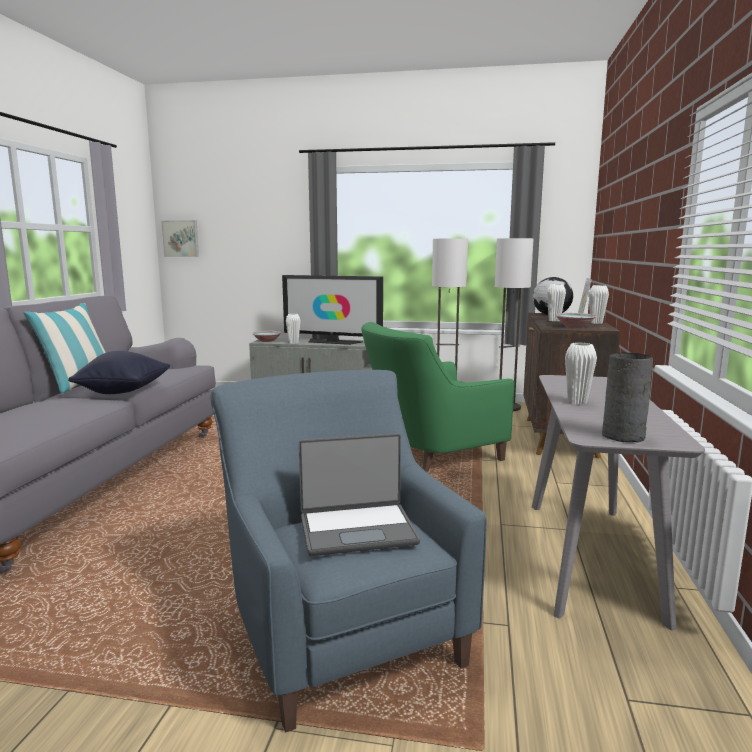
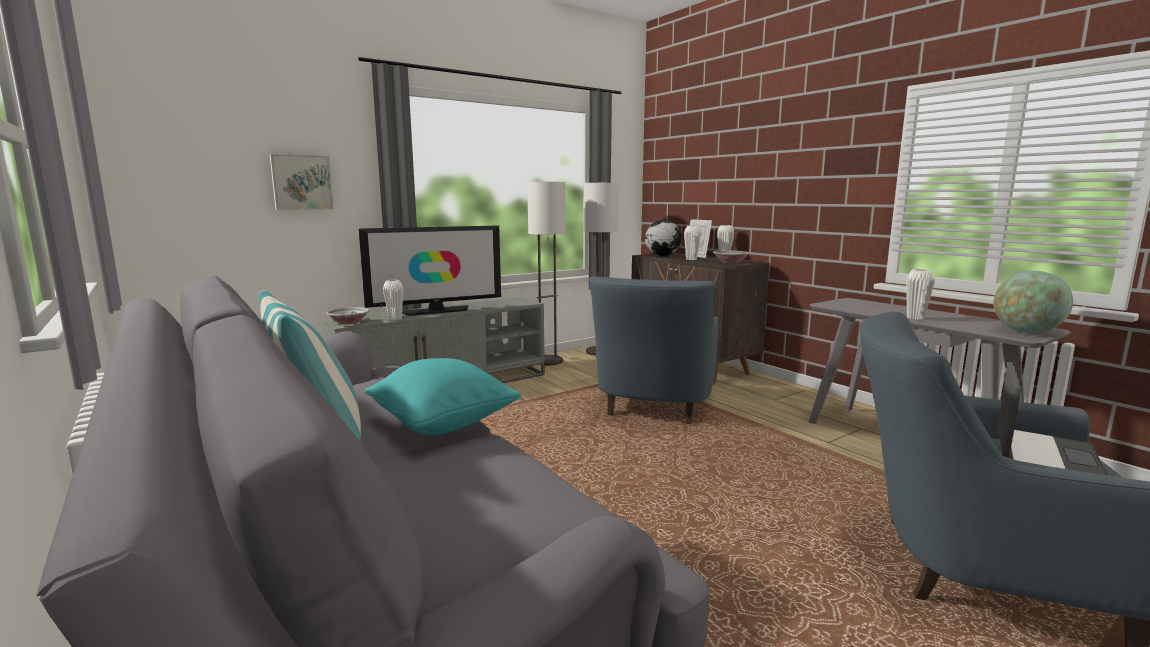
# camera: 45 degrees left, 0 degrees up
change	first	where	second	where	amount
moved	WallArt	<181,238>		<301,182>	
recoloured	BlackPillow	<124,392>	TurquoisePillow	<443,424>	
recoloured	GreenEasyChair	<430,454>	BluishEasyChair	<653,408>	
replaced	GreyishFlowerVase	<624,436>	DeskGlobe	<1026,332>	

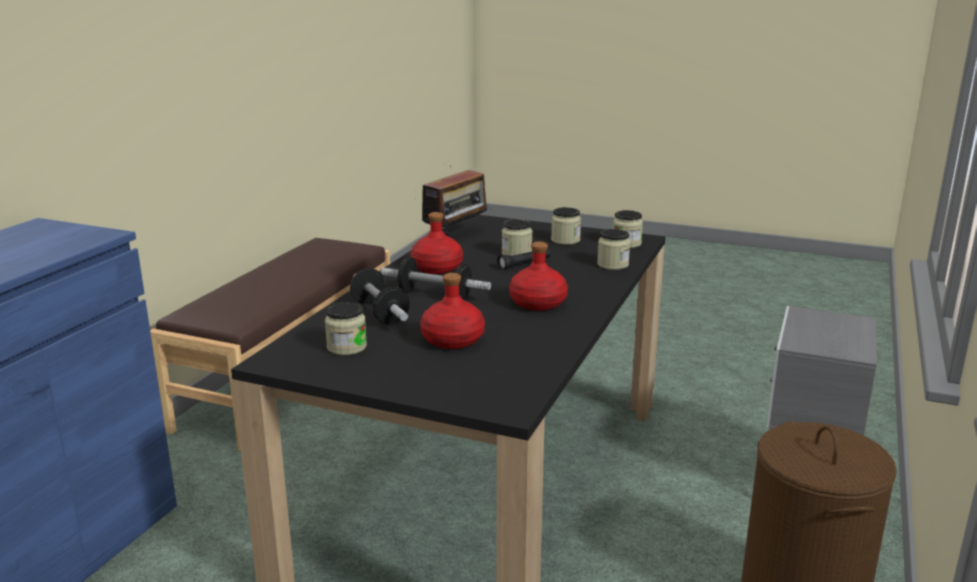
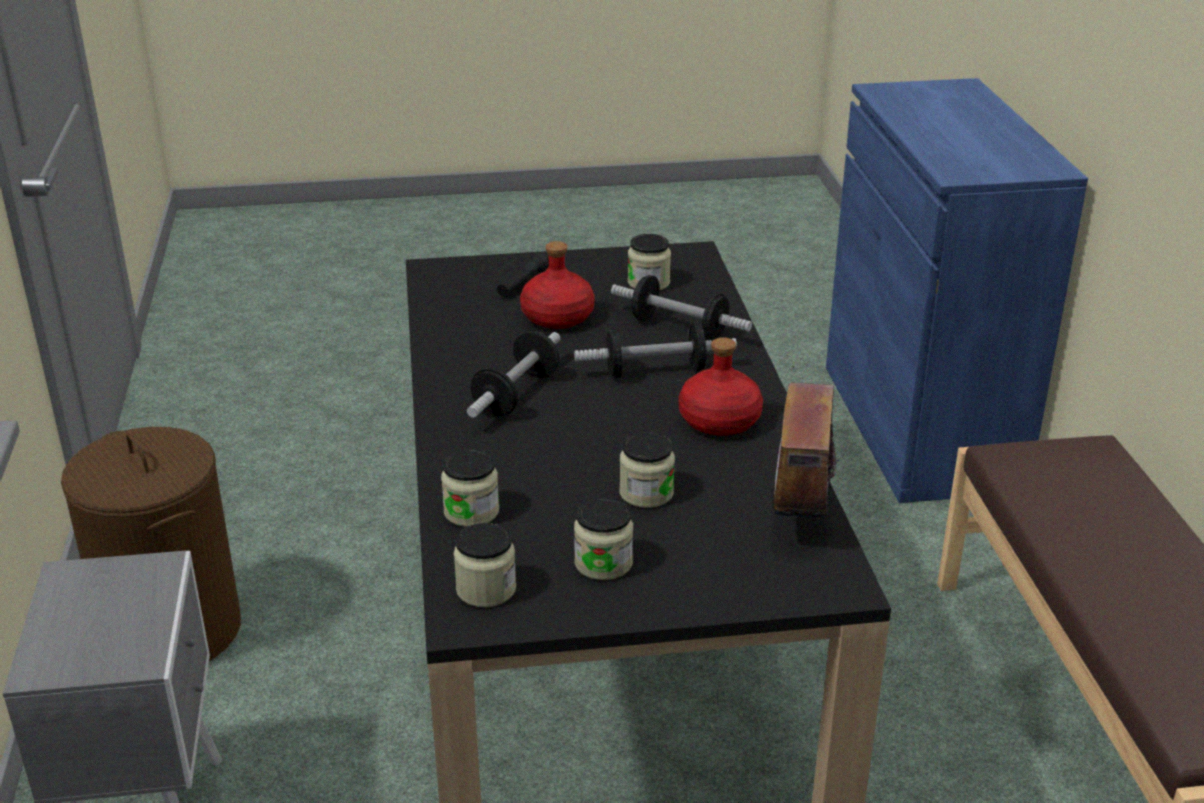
# camera: 150 degrees right, 10 degrees up
change	first	where	second	where	amount
replaced	RedColouredBeverageBottle	<538,303>	HandWeight	<516,395>	
moved	BlackHandTorch	<524,264>		<522,283>	

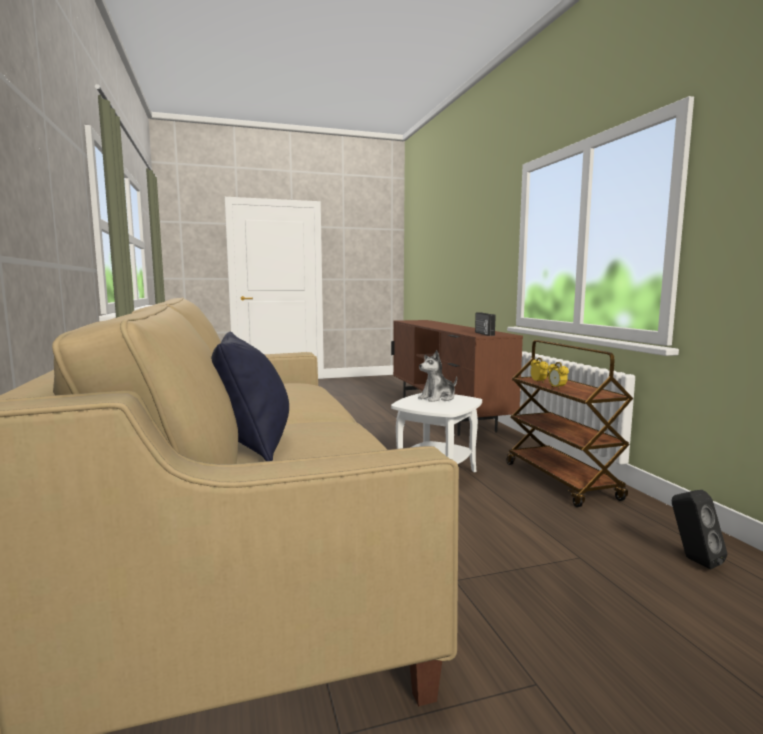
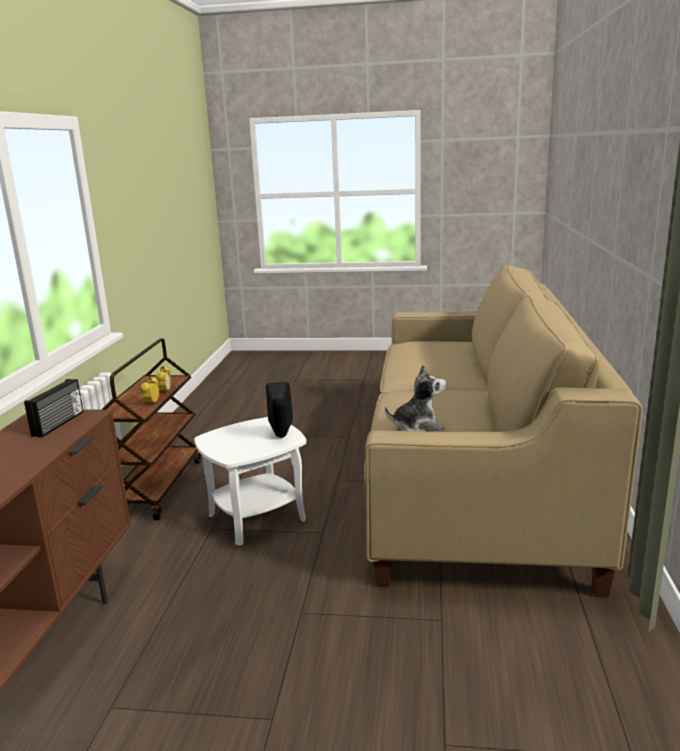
# camera: 155 degrees left, 10 degrees up
change	first	where	second	where	amount
moved	BlackLoudspeaker	<693,560>		<281,437>	
moved	CuddlyToy	<438,398>		<417,427>	
removed	BlackPillow	<252,445>			

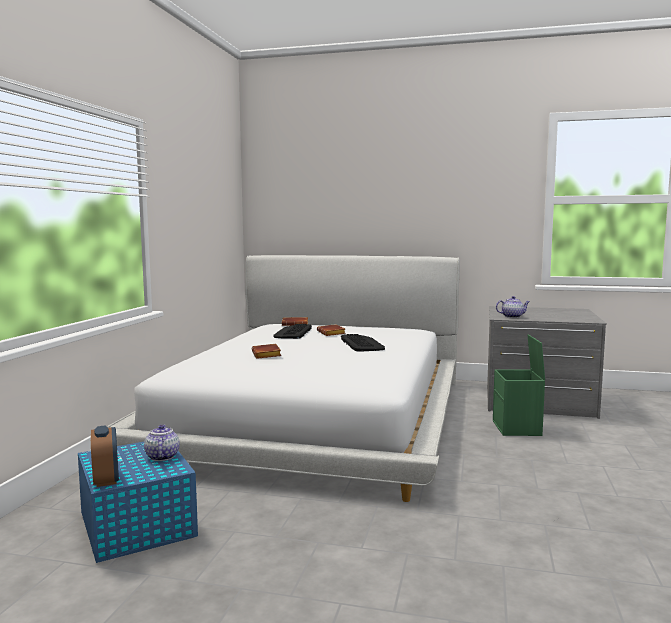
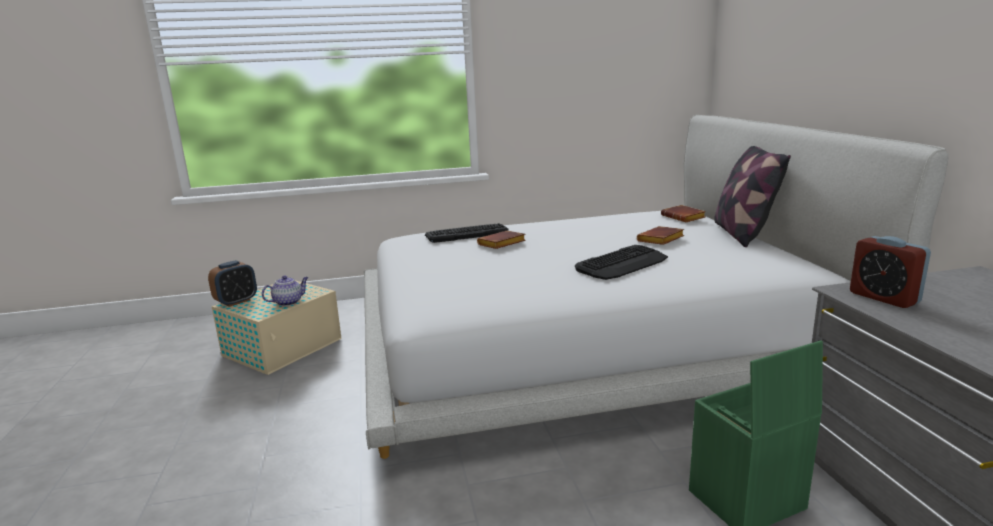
# camera: 65 degrees right, 10 degrees up
change	first	where	second	where	amount
recoloured	BluishStorageBox	<137,523>	BeigeStorageBox	<284,347>	
moved	ComputerKeyboard	<293,332>		<466,233>	
added			Pillow	<741,234>	
replaced	Teapot	<512,316>	BedsideClock	<884,298>	

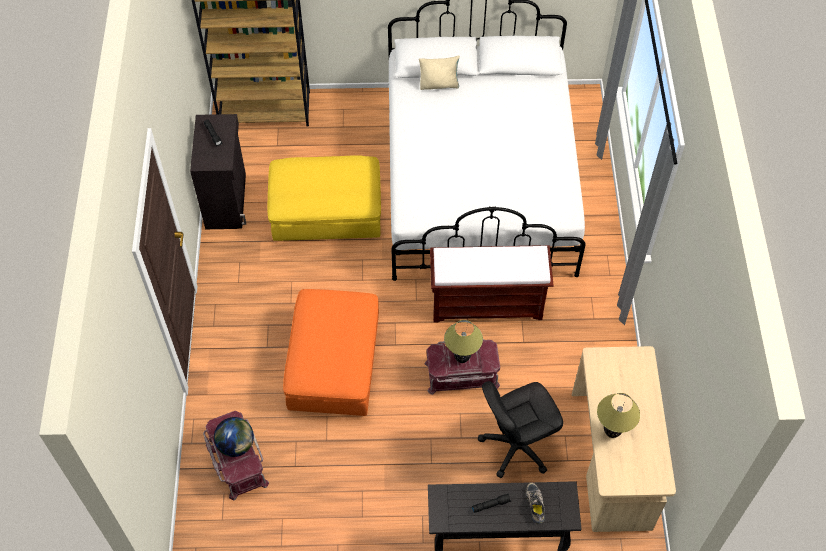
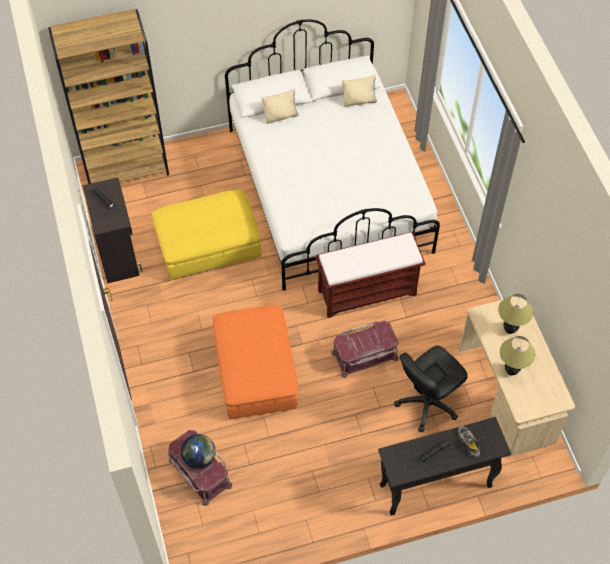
# camera: 15 degrees left, 0 degrees up
change	first	where	second	where	amount
added			BeigePillow	<359,101>	
moved	TabletopLamp	<462,359>		<510,330>	

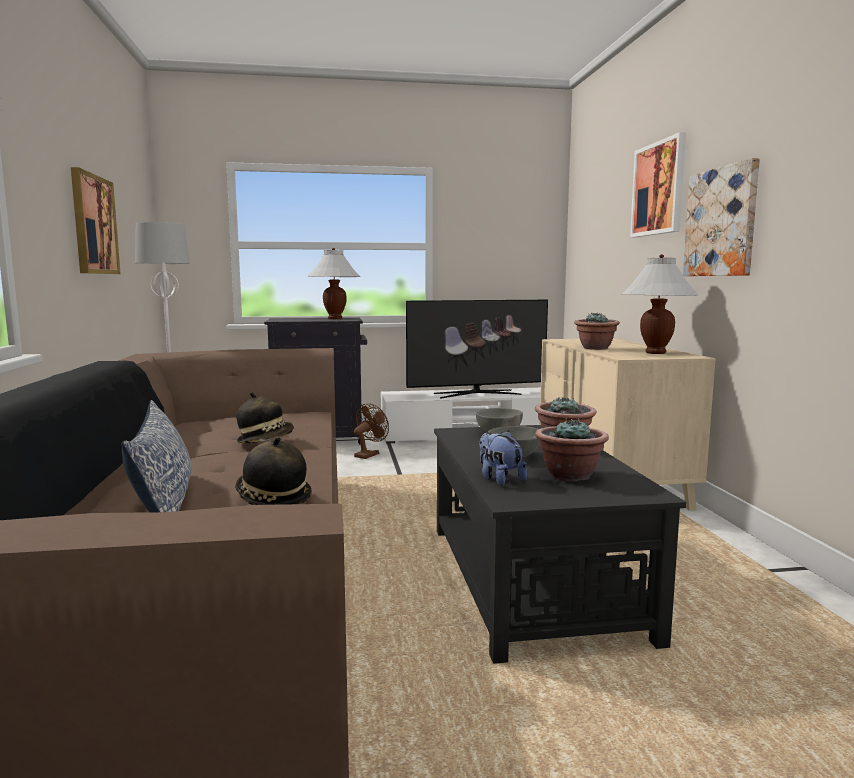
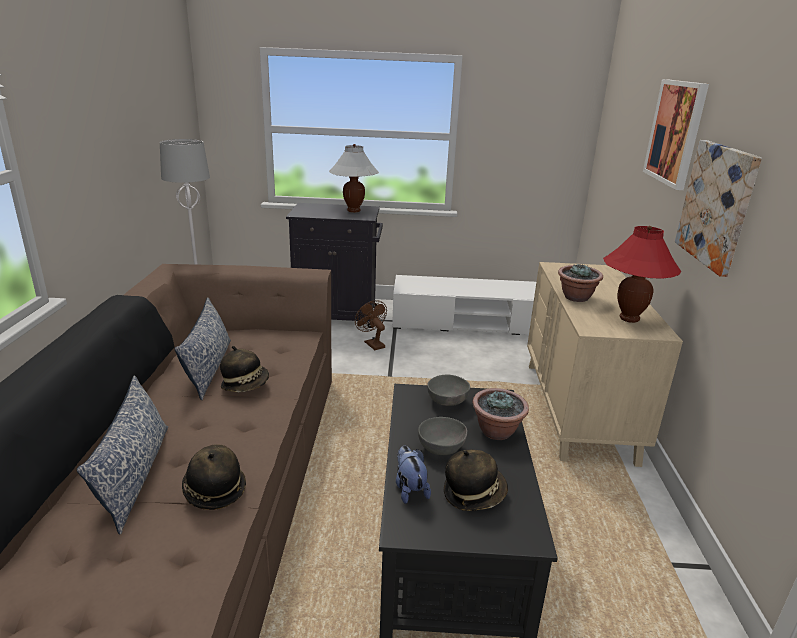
# camera: 10 degrees right, 15 degrees up
change	first	where	second	where	amount
added			Pillow	<208,368>	
turned	BrownFan	<369,454>		<372,343>	75 degrees counterclockwise
replaced	PottedPlant	<569,476>	ClothingHat	<473,493>	
recoloured	WhiteColouredTabletopLamp	<655,353>	RedColouredTabletopLamp	<629,318>	
removed	WallArt	<93,225>			
removed	Tv	<476,394>			

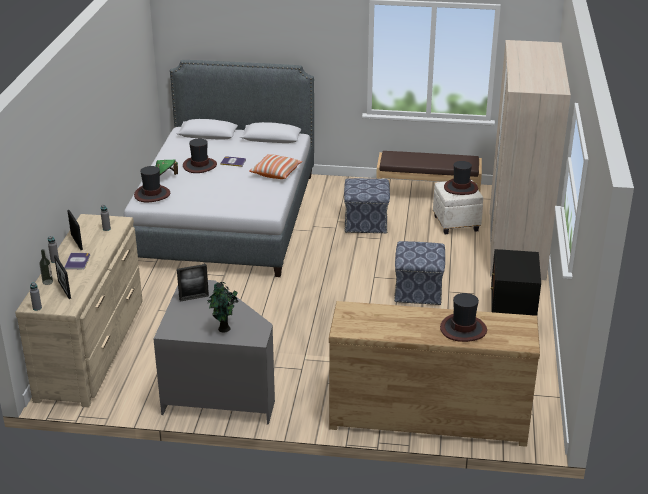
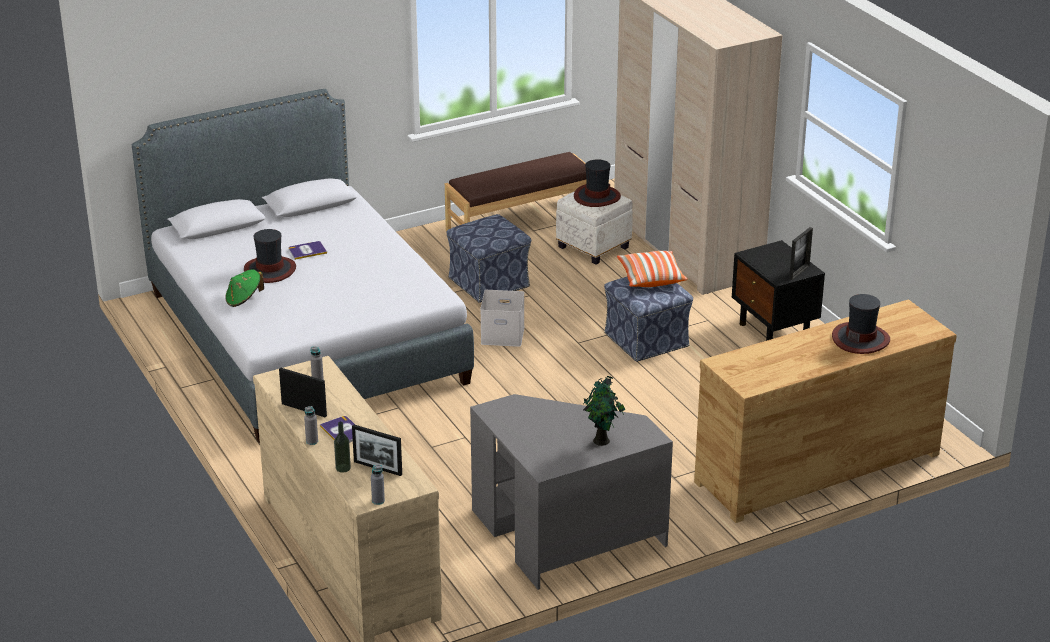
# camera: 35 degrees left, 0 degrees up
change	first	where	second	where	amount
added			WhiteColouredStorageBox	<503,334>	
moved	Pillow	<276,173>		<650,278>	
moved	PhotoFrame	<194,298>		<799,272>	
removed	ClothingHat	<152,194>			

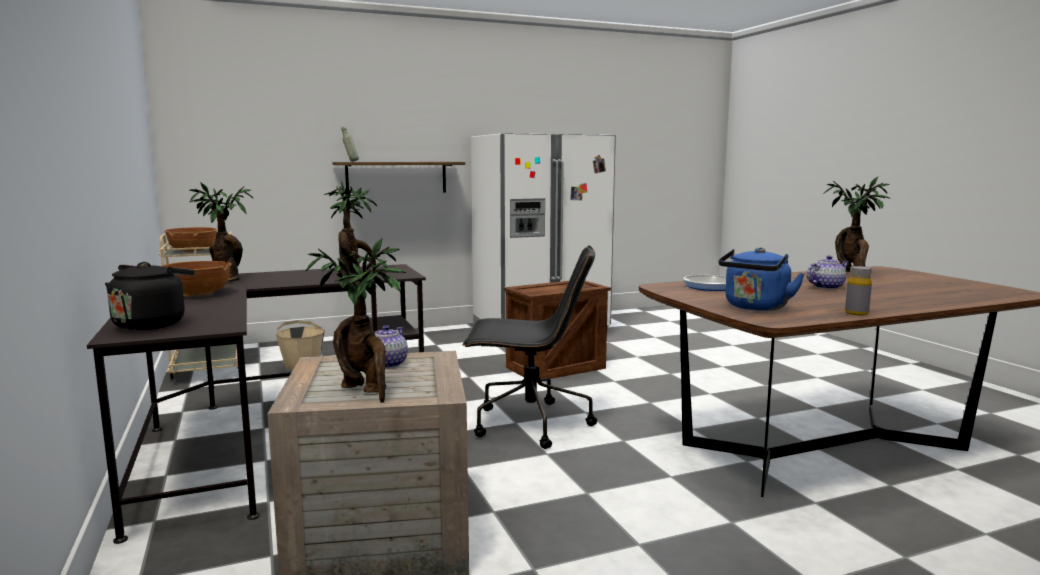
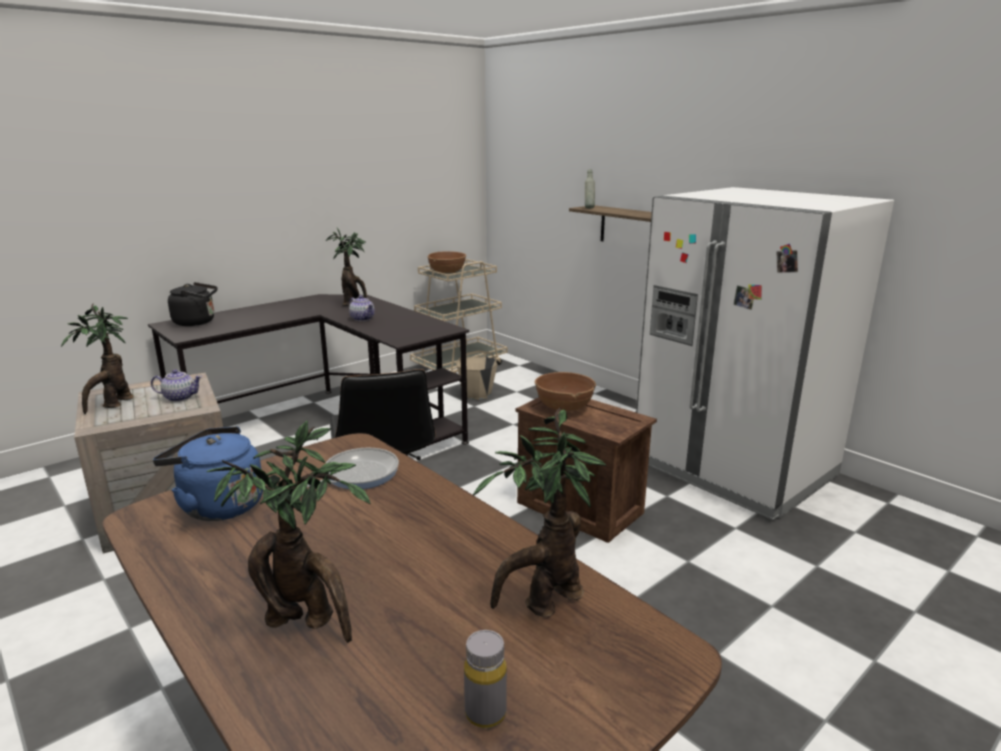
# camera: 70 degrees right, 10 degrees up
change	first	where	second	where	amount
moved	PottedPlant	<353,274>		<306,622>	
moved	Teapot	<826,287>		<362,319>	
moved	GreyishBeverageBottle	<856,313>		<485,713>	
moved	BrownServingBowl	<198,294>		<564,407>	

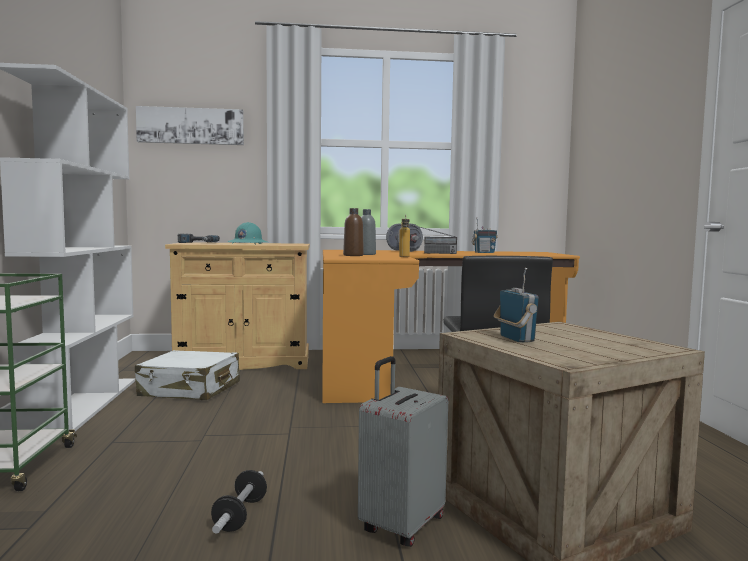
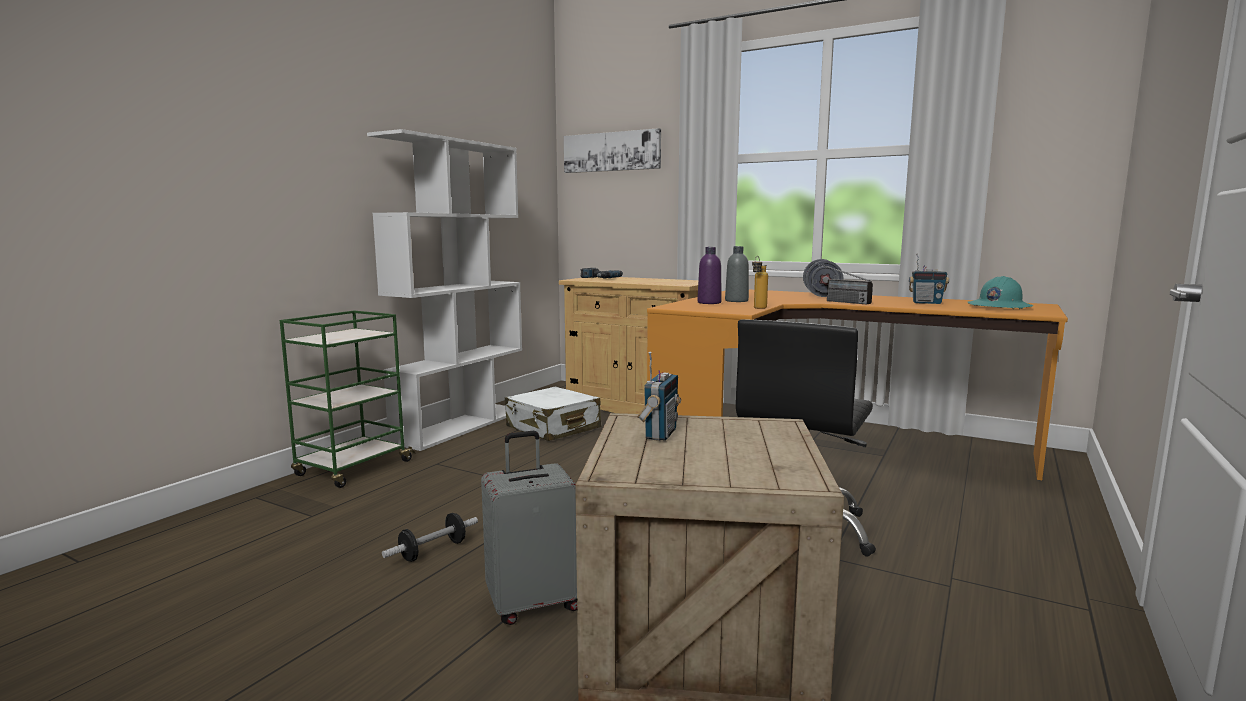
# camera: 35 degrees right, 5 degrees up
change	first	where	second	where	amount
recoloured	BrownBeverageBottle	<353,255>	PurplishBeverageBottle	<709,303>	
moved	TurquoiseHardHat	<248,244>		<999,307>	

